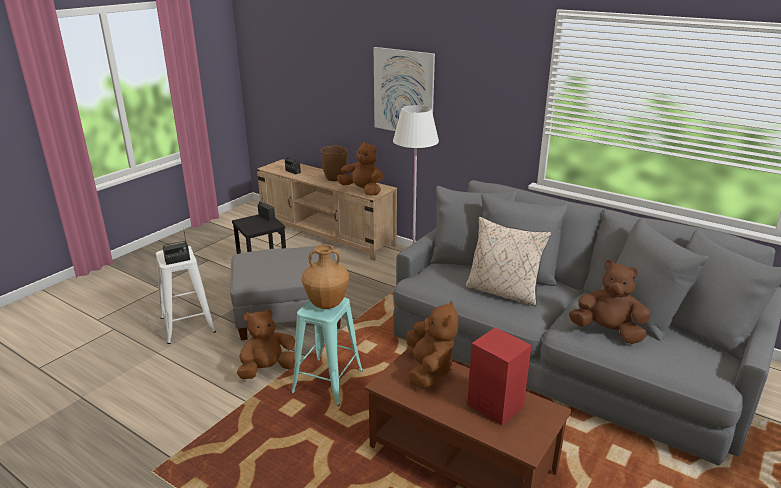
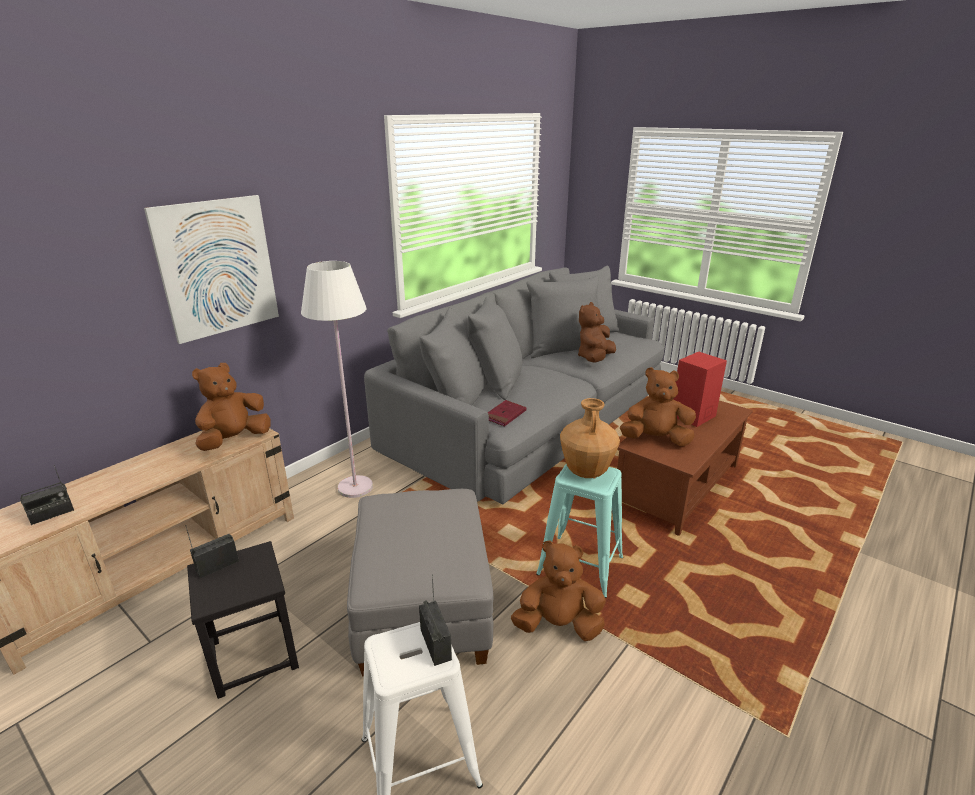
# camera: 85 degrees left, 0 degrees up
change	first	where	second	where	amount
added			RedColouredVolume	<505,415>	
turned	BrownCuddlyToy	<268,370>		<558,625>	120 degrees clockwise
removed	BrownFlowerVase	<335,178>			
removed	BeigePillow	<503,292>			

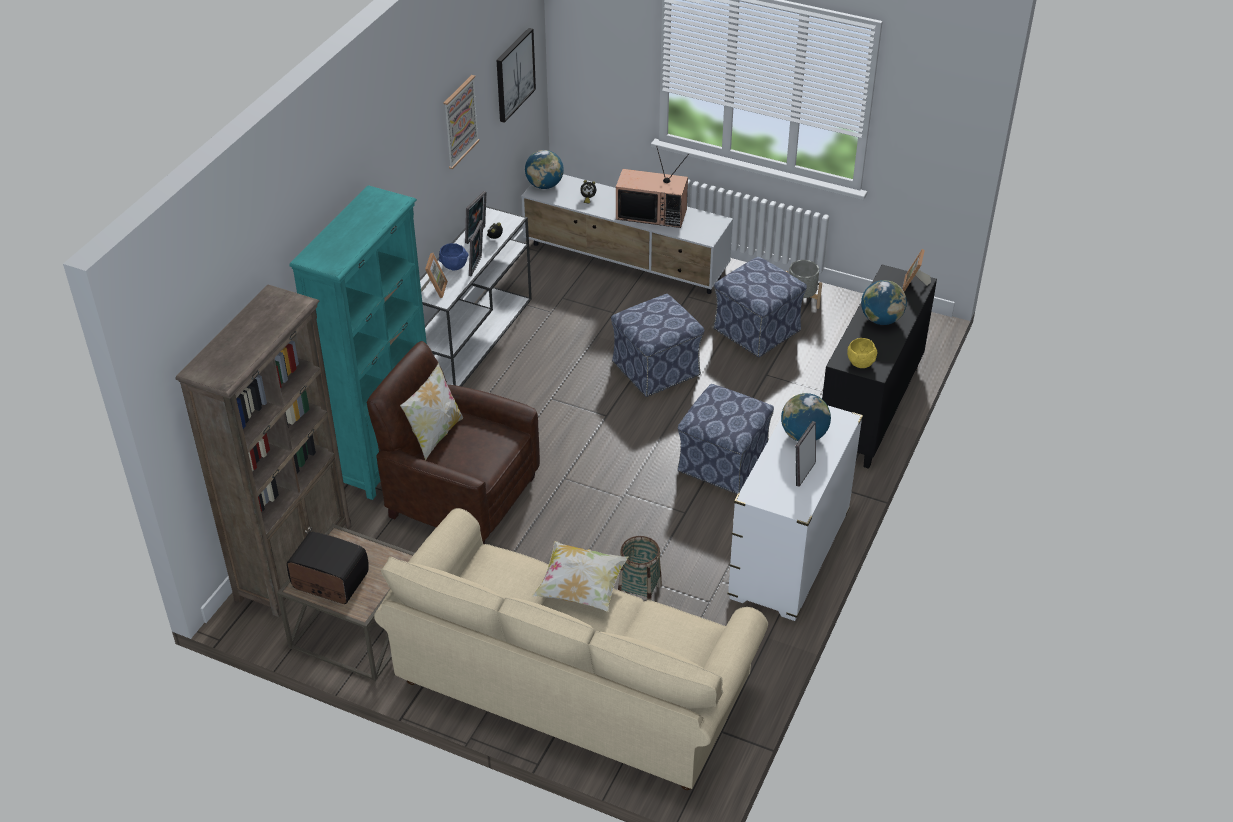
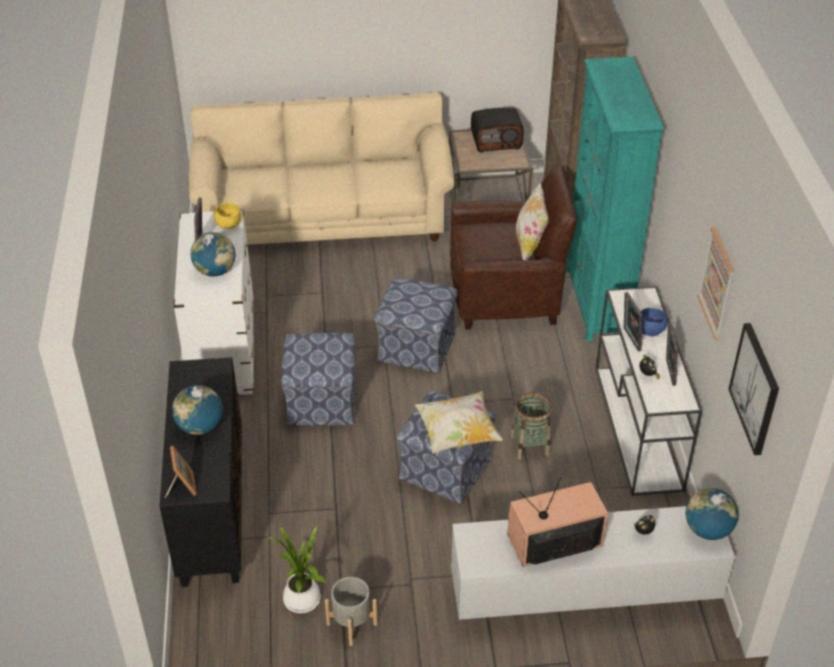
# camera: 150 degrees right, 0 degrees up
change	first	where	second	where	amount
moved	YellowServingBowl	<860,363>		<229,225>	
added			PottedPlant	<302,602>	
moved	Footrest	<757,330>		<415,347>	
moved	Pillow	<581,589>		<457,434>	
moved	StorageBasket	<639,592>		<530,445>	
removed	PhotoFrame	<434,289>			

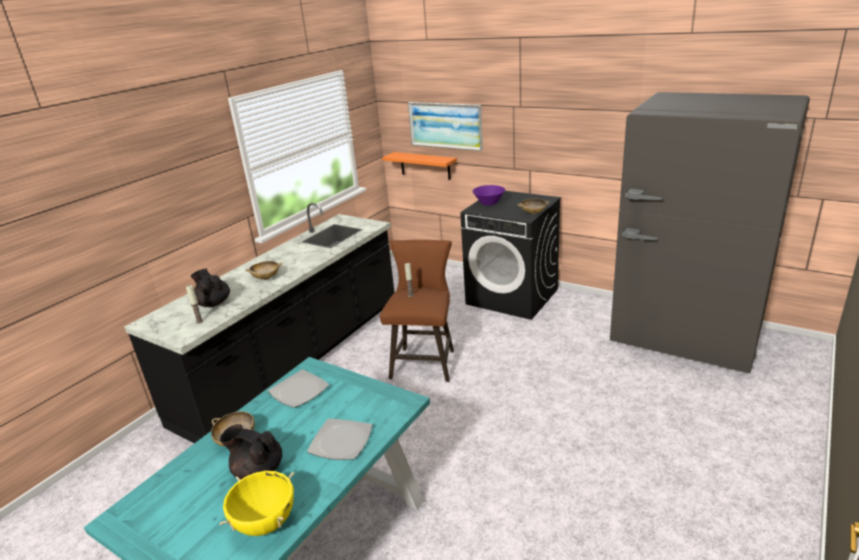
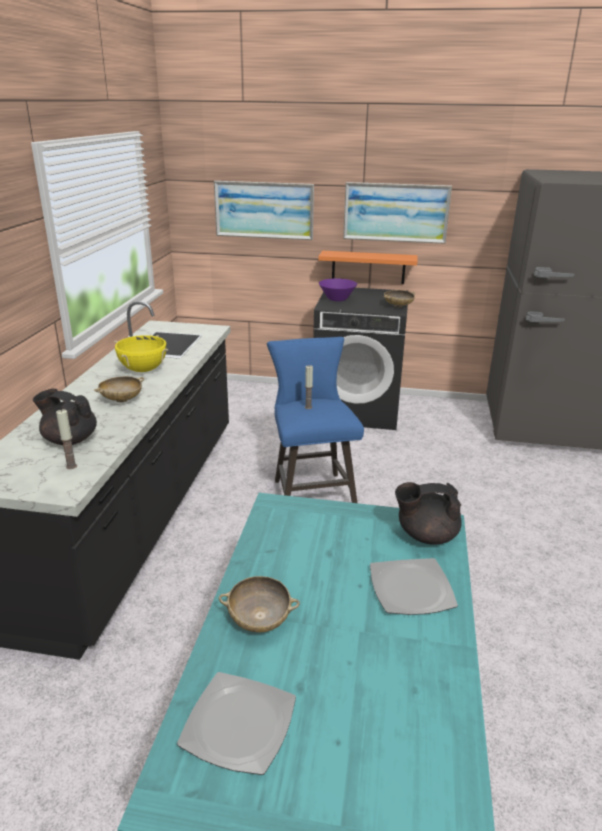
# camera: 25 degrees left, 0 degrees up
change	first	where	second	where	amount
moved	YellowSaucepot	<266,522>		<143,370>	
moved	Plate	<299,390>		<238,723>	
recoloured	BrownStool	<424,361>	BluishStool	<311,491>	
moved	OrangeyWallShelf	<425,165>		<368,267>	
added			WallArt	<396,212>	
moved	BlackTeapot	<258,470>		<426,535>	

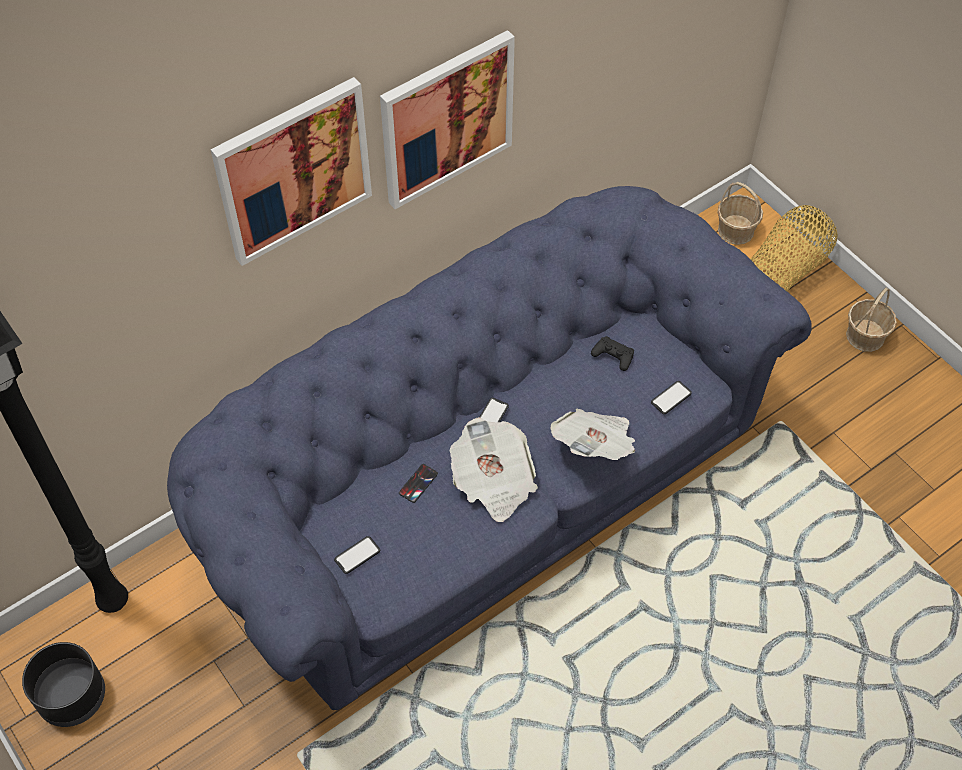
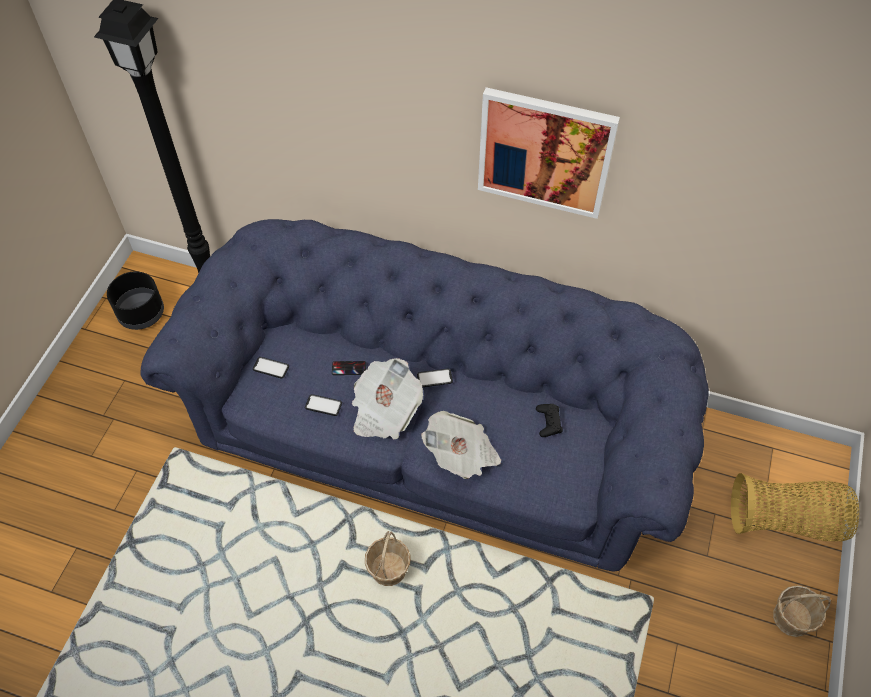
# camera: 55 degrees right, 0 degrees up
change	first	where	second	where	amount
moved	Telephone	<671,398>		<323,405>	
moved	StorageBasket	<735,230>		<389,569>	
removed	WallArt	<293,170>			

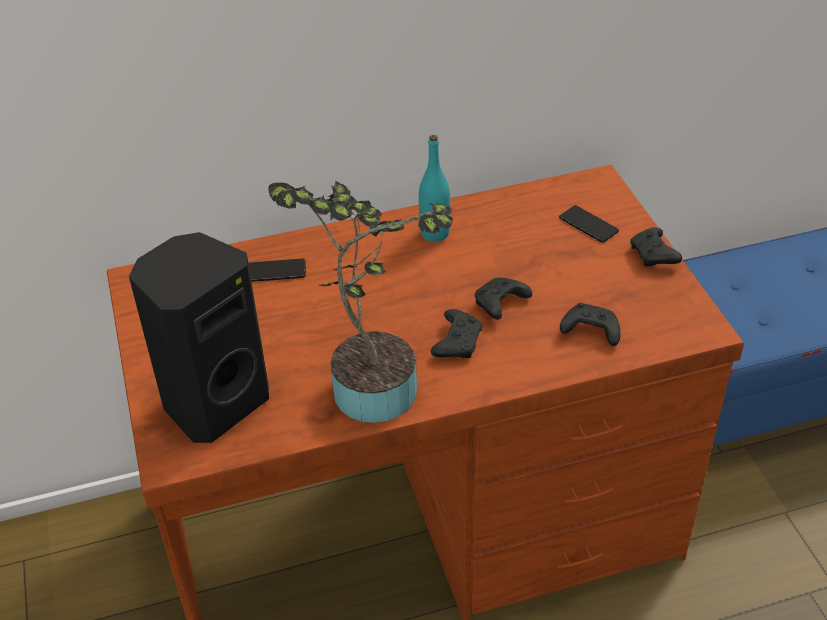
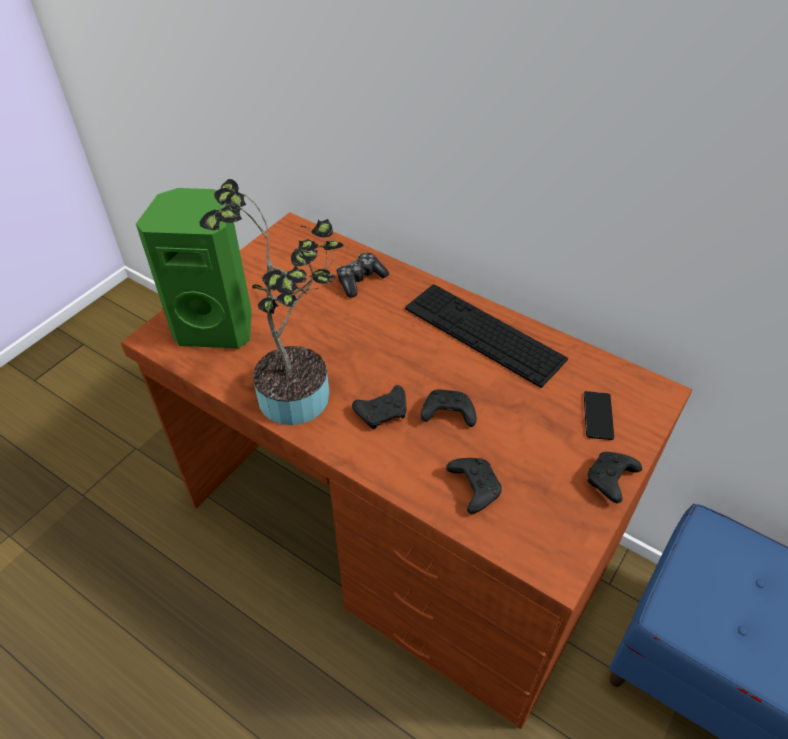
# camera: 50 degrees right, 5 degrees up
change	first	where	second	where	amount
recoloured	BlackLoudspeaker	<214,403>	GreenLoudspeaker	<217,326>	
replaced	Telephone	<275,271>	GameController	<360,280>	
replaced	TurquoiseBeverageBottle	<434,233>	ComputerKeyboard	<483,333>	

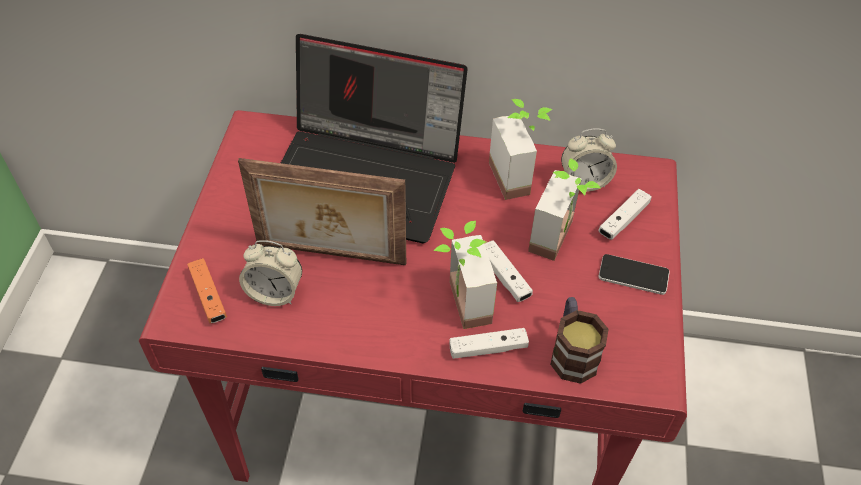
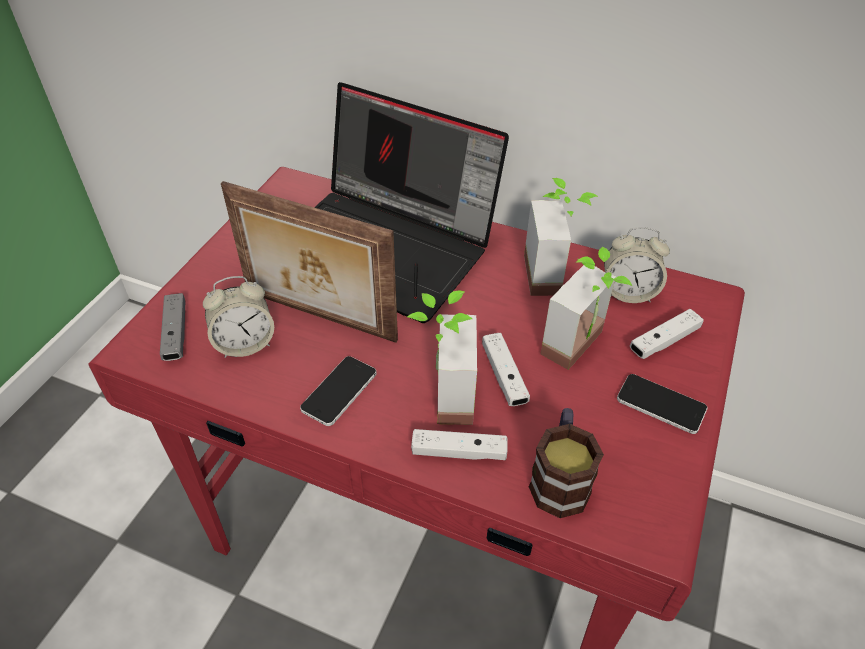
# camera: 15 degrees right, 5 degrees down
change	first	where	second	where	amount
recoloured	OrangeyGameController	<208,296>	GreyishGameController	<176,334>	
turned	BedsideClock	<275,293>		<245,344>	45 degrees counterclockwise
added			Telephone	<339,391>	

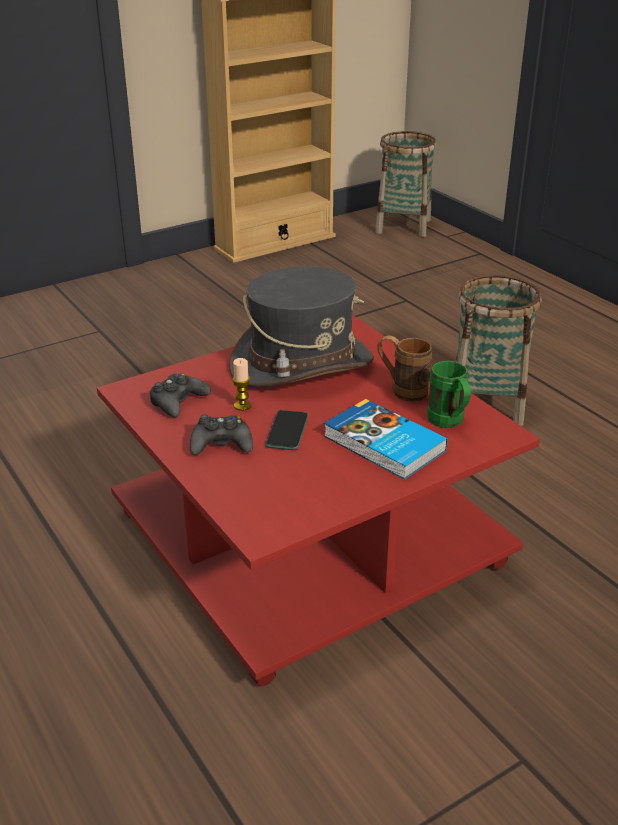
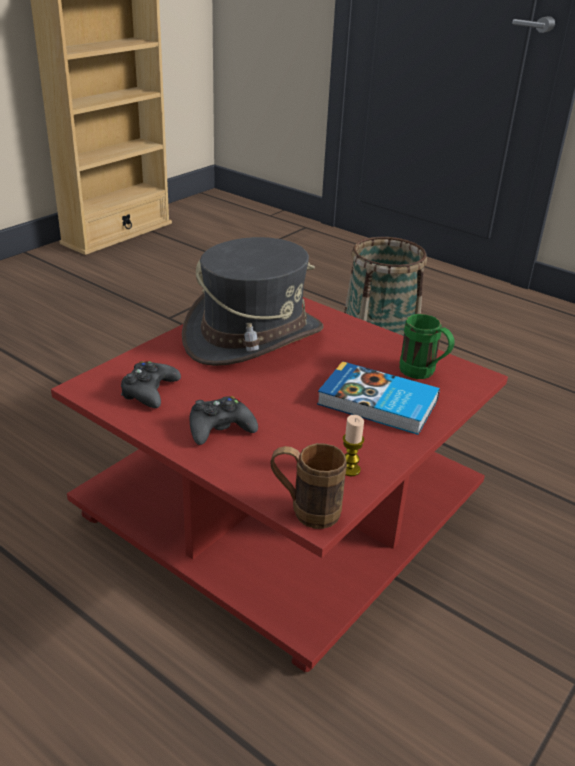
# camera: 20 degrees left, 0 degrees up
change	first	where	second	where	amount
moved	BrownMug	<402,390>		<305,511>	
moved	WaxLight	<242,406>		<350,469>	
removed	Telephone	<287,431>			
removed	StorageBasket	<403,226>			

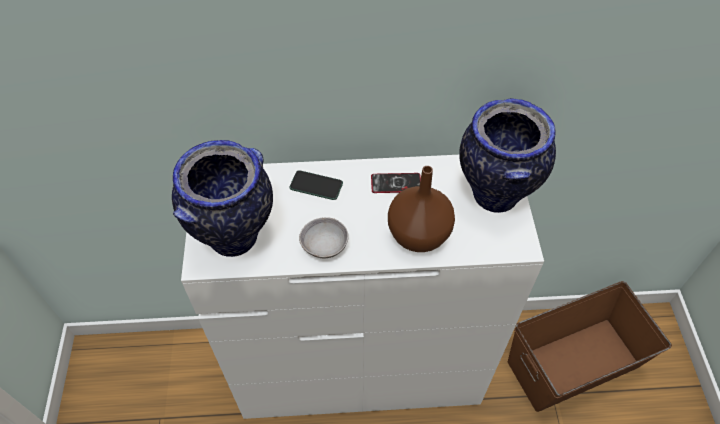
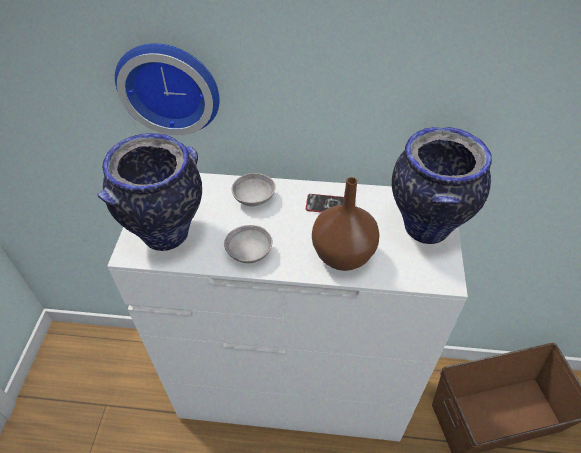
# camera: 10 degrees right, 5 degrees down
change	first	where	second	where	amount
added			WallClock	<170,86>	
replaced	Telephone	<316,186>	GreyishServingBowl	<254,198>	

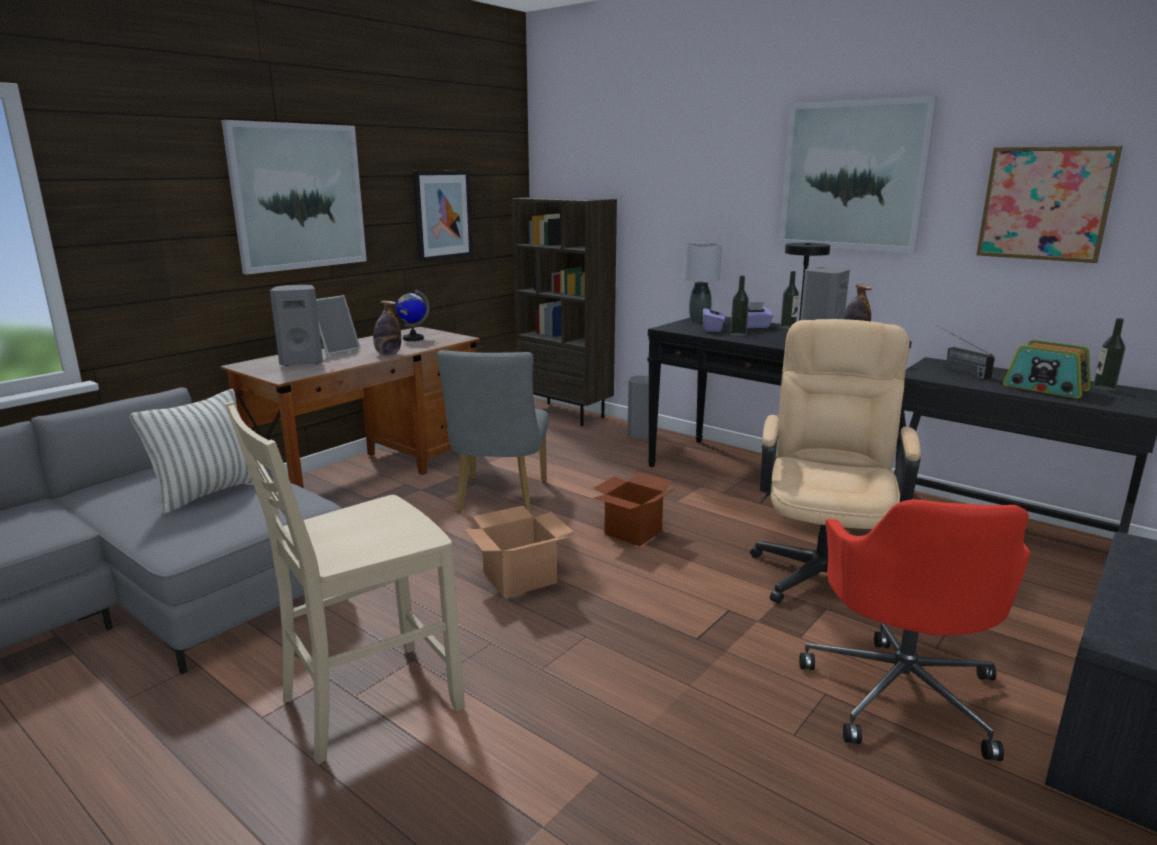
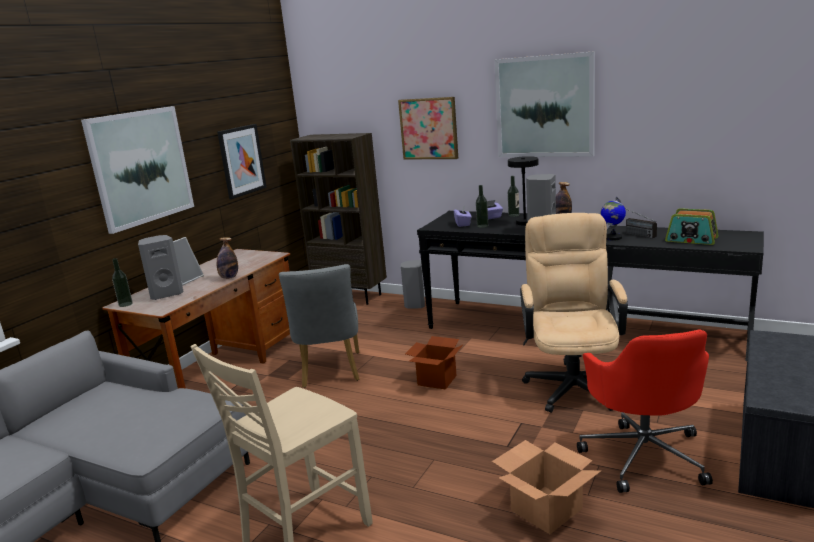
# camera: 10 degrees left, 0 degrees up
change	first	where	second	where	amount
moved	BeverageBottle	<1104,388>		<125,304>	
moved	WallArt	<1045,203>		<429,128>	
moved	CardboardBox	<519,578>		<546,510>	
moved	DeskGlobe	<413,339>		<612,238>	
removed	Pillow	<209,493>			
removed	GreyishTabletopLamp	<699,320>			

